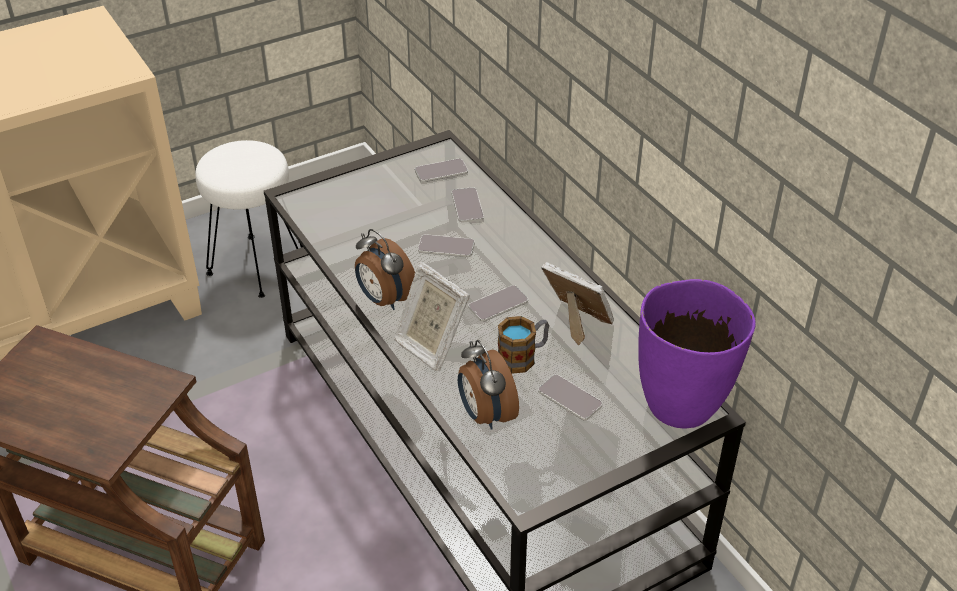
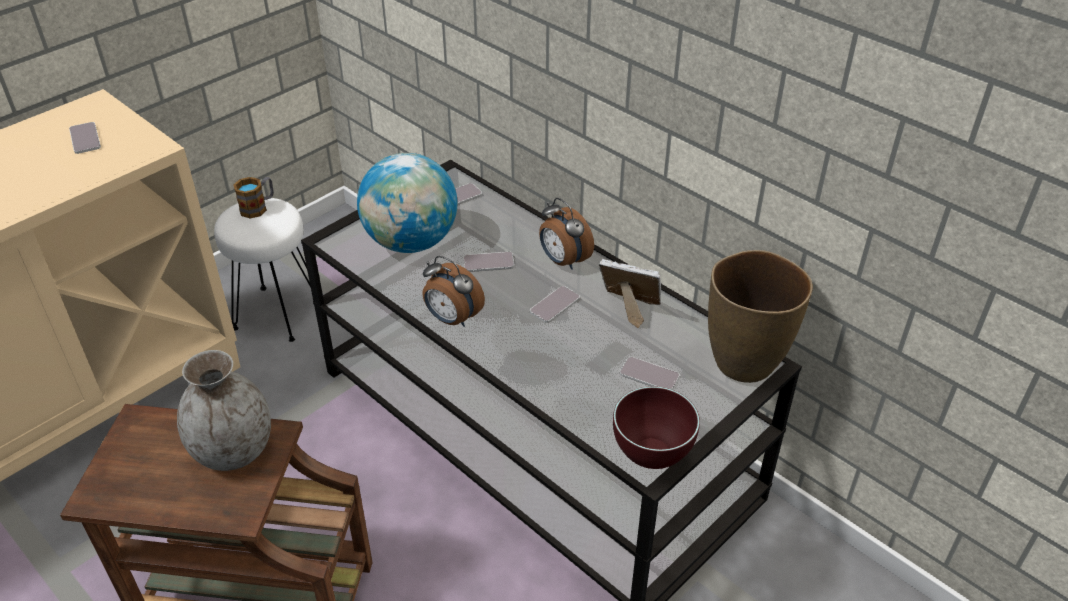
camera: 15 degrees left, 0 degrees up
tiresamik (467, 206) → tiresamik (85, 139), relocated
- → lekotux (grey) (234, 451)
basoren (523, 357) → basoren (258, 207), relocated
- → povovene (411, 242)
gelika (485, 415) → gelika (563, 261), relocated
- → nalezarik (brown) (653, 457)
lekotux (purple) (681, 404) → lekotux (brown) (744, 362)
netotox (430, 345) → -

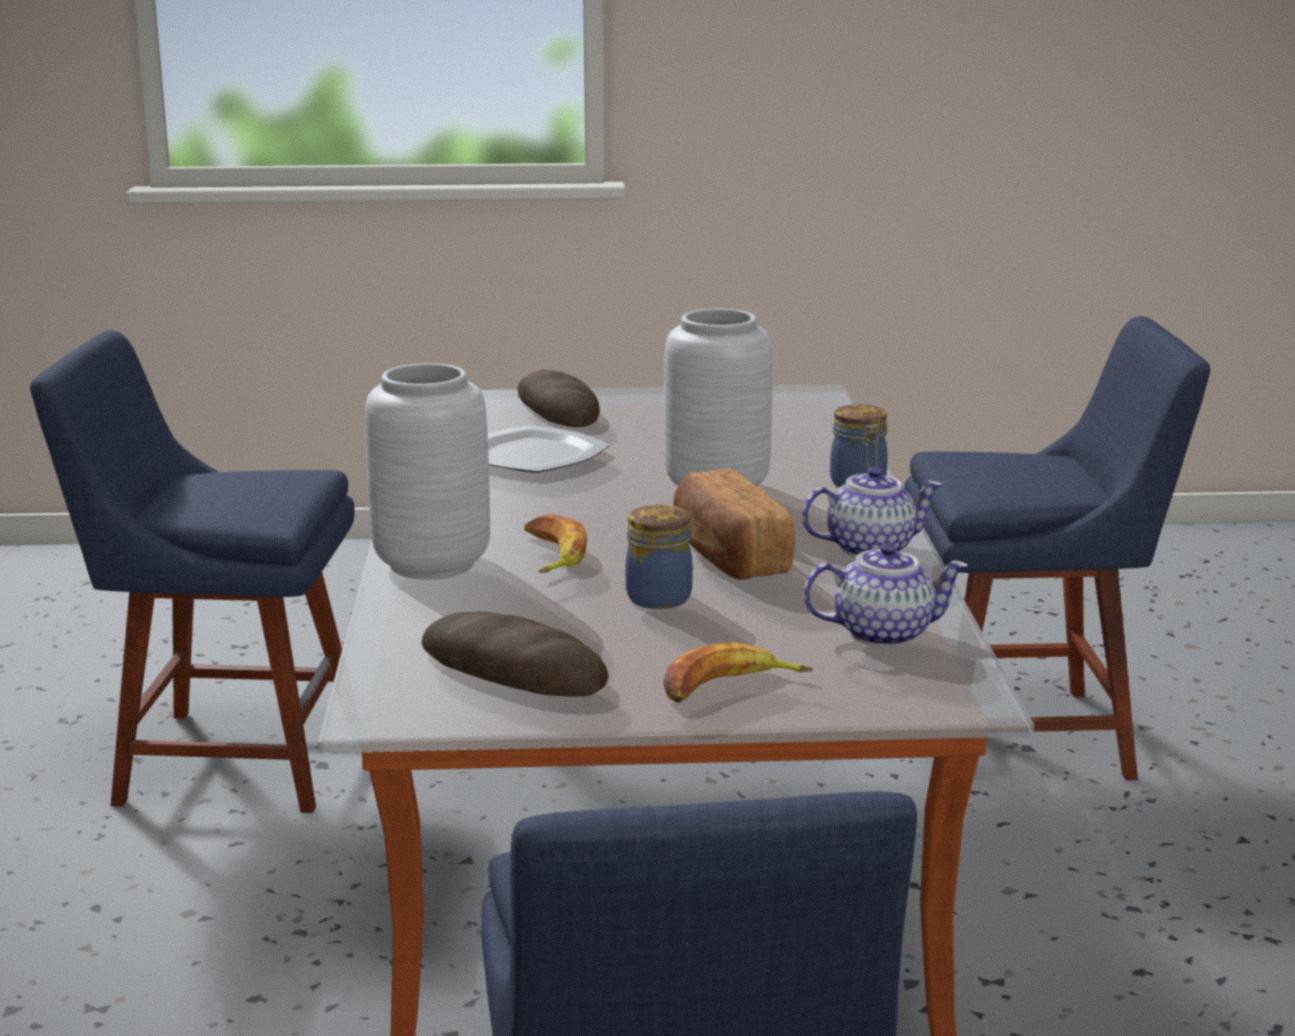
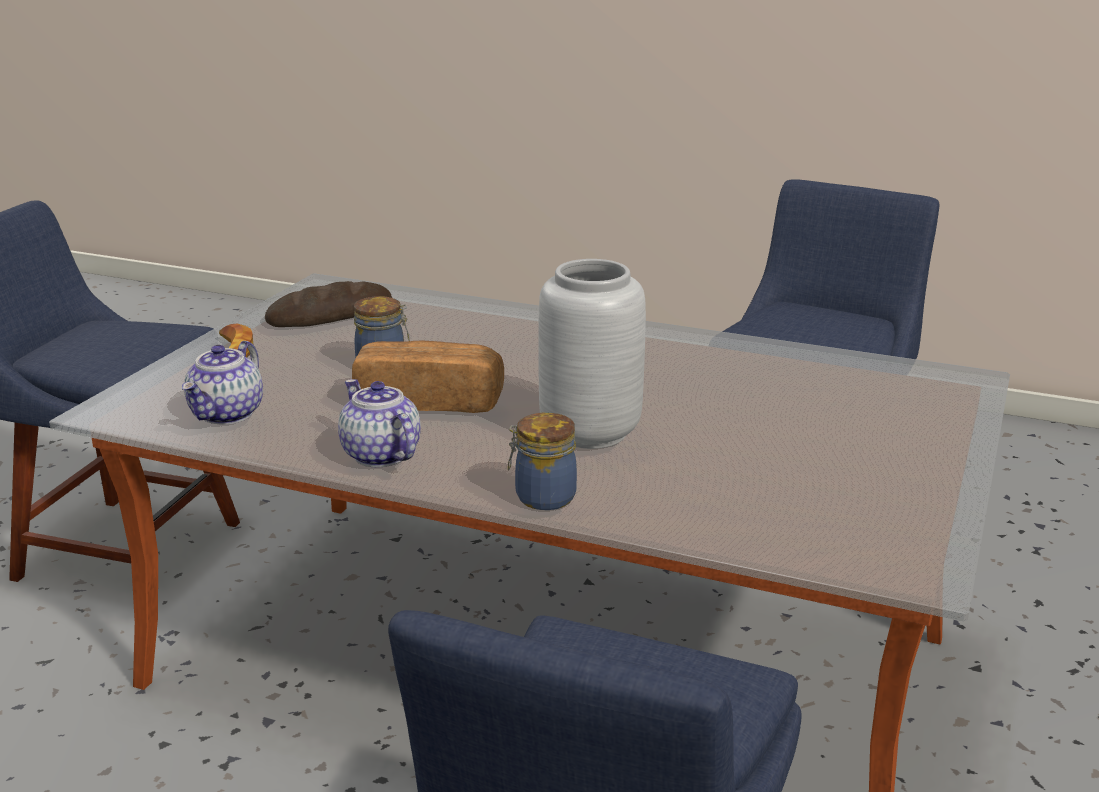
camera: 115 degrees right, 5 degrees up
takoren (870, 548) → takoren (379, 455), 135 degrees clockwise
lekotux (grey) (432, 564) → -
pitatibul (533, 455) → -
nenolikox (558, 409) → -
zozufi (550, 555) → -

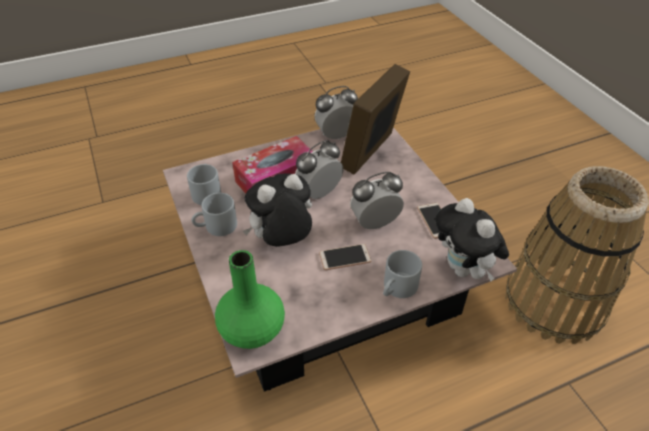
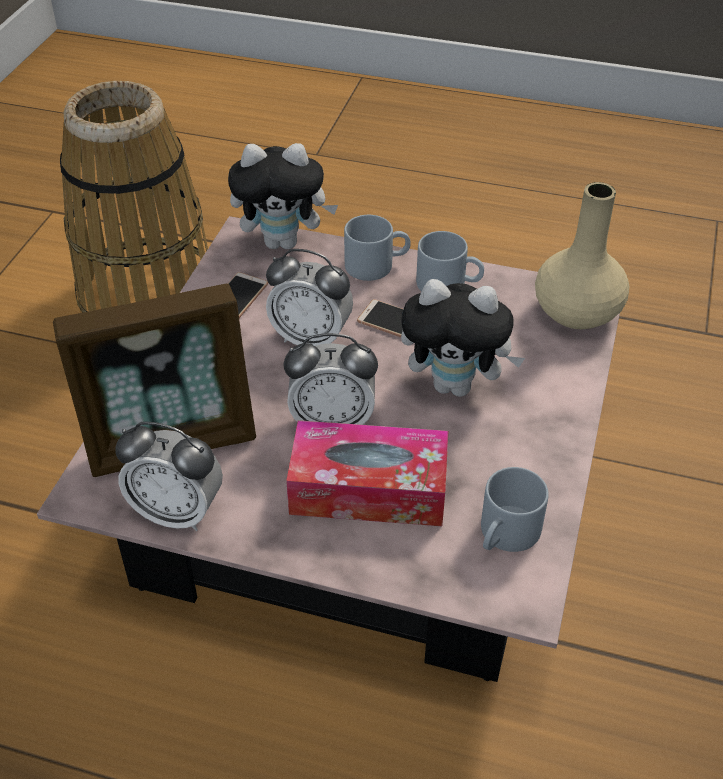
camera: 140 degrees left, 0 degrees up
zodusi (464, 270) → zodusi (284, 242), 75 degrees clockwise
basoren (grey) (216, 227) → basoren (grey) (449, 284), relocated
lekotux (green) (252, 328) → lekotux (beige) (575, 313)

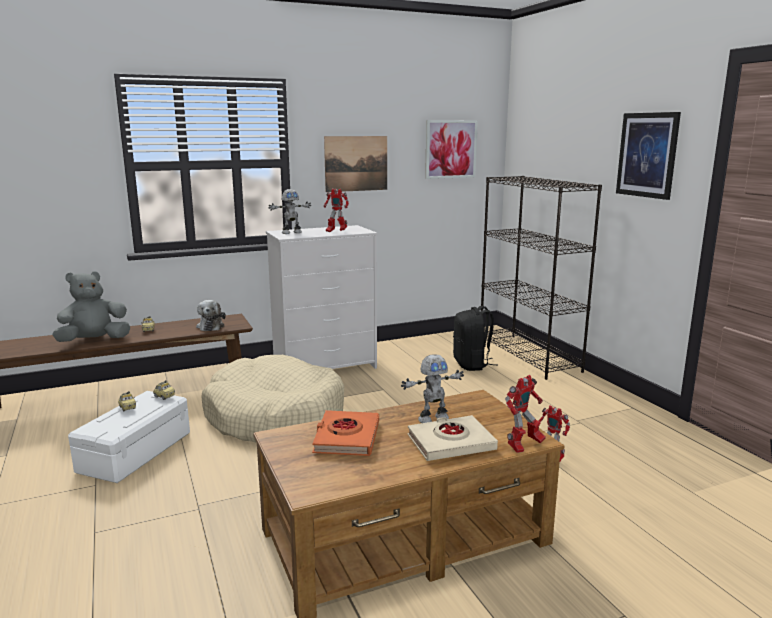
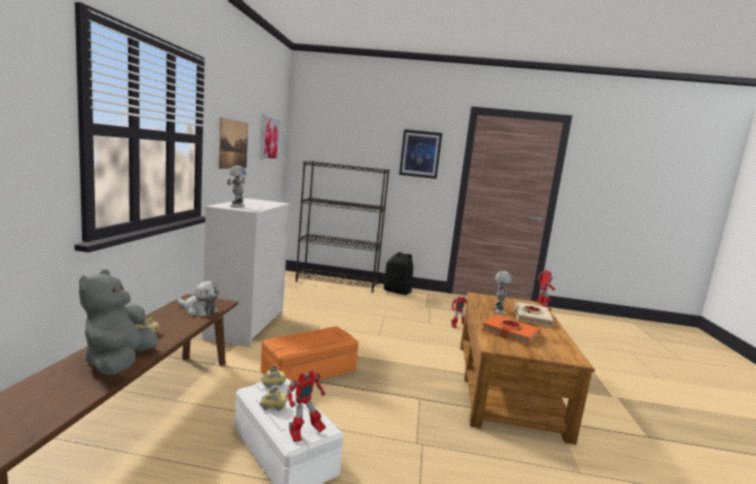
camera: 60 degrees left, 5 degrees down
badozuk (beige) (275, 418) → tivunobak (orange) (309, 371)
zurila (336, 232) → zurila (304, 434), relocated
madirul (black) (472, 364) → madirul (black) (397, 291), relocated

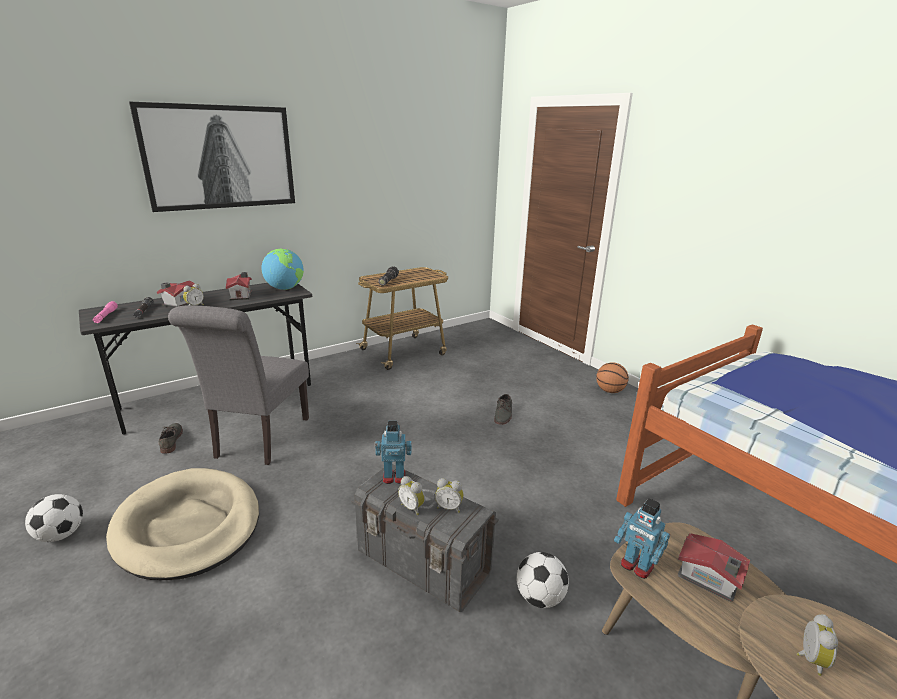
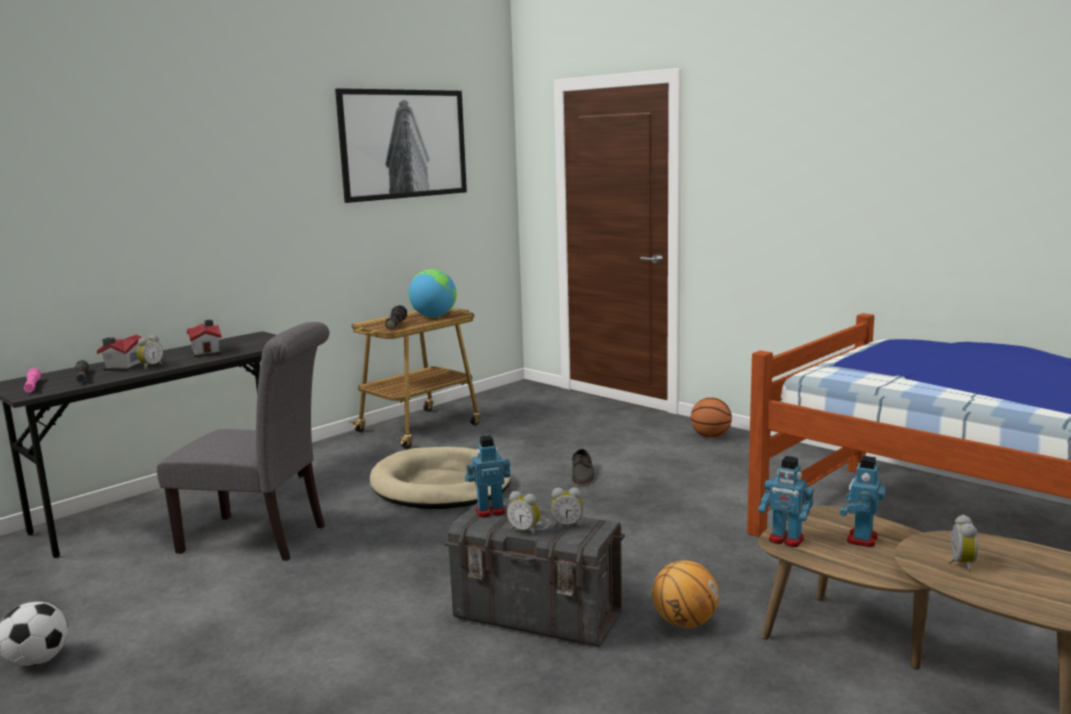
camera: 10 degrees left, 10 degrees down
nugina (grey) (259, 440) → nugina (grey) (262, 539), 75 degrees counterclockwise
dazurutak (220, 157) → dazurutak (404, 144), relocated
badozuk (beige) (188, 526) → badozuk (beige) (441, 485), relocated
povovene (285, 288) → povovene (433, 317), relocated
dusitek (539, 597) → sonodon (684, 623)
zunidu (709, 580) → zurila (861, 539)
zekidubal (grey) (171, 440) → -

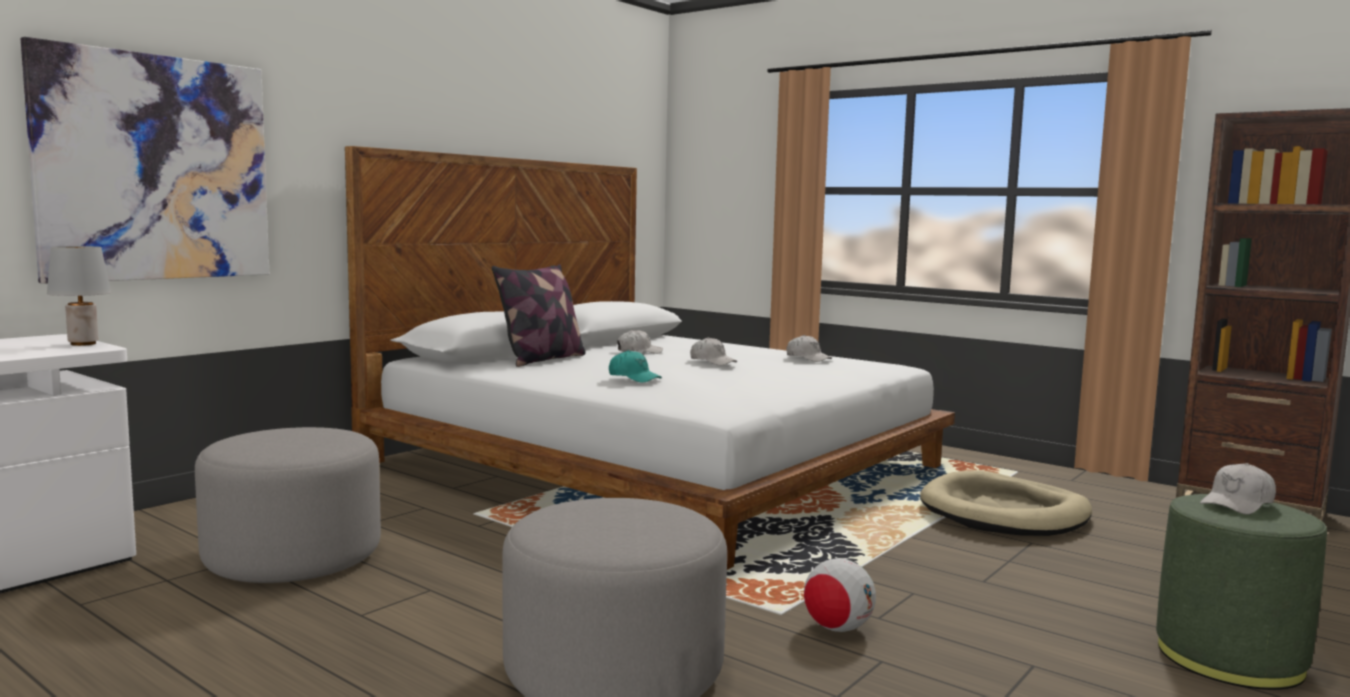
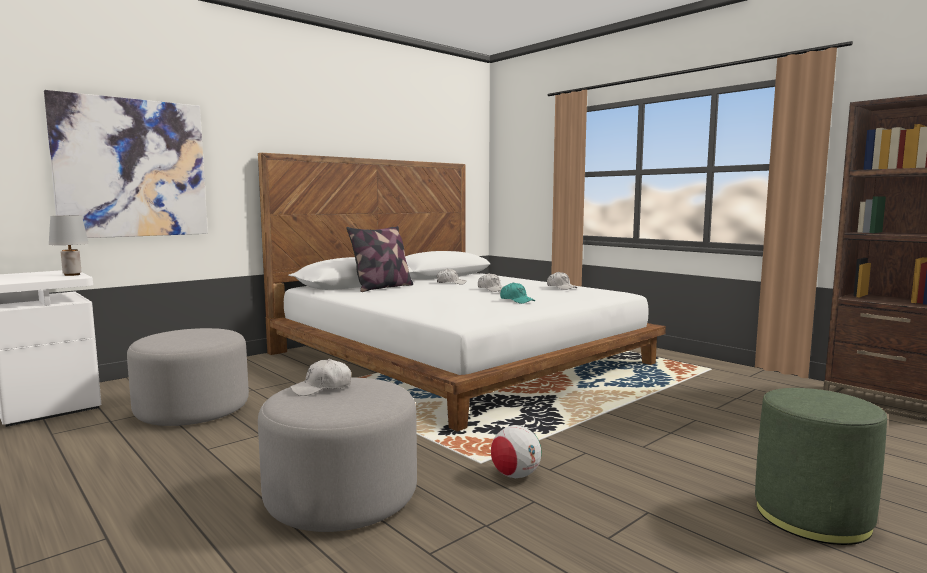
camera: 10 degrees right, 0 degrees up
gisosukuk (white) (1238, 504) → gisosukuk (white) (322, 388), relocated
gisosukuk (turquoise) (634, 378) → gisosukuk (turquoise) (516, 300), relocated
badozuk (beige) (1004, 513) → -

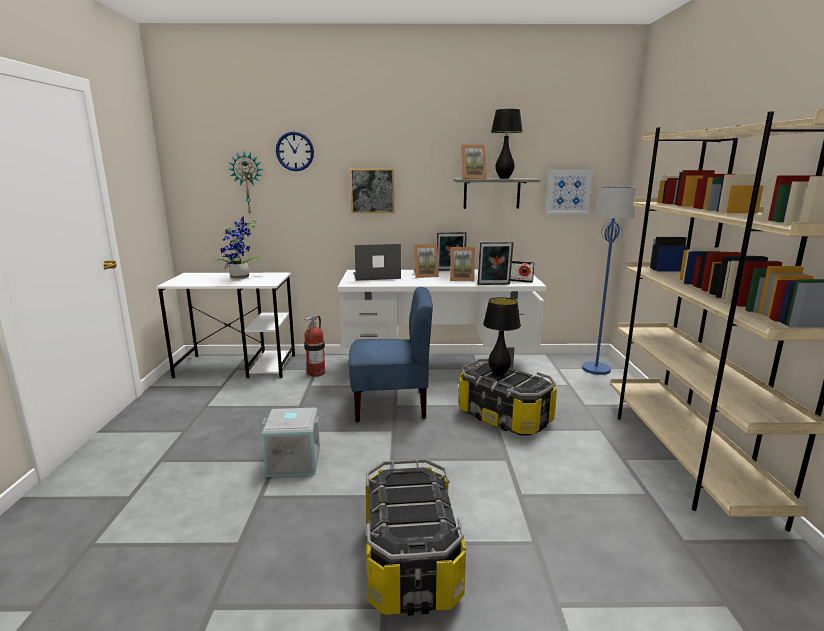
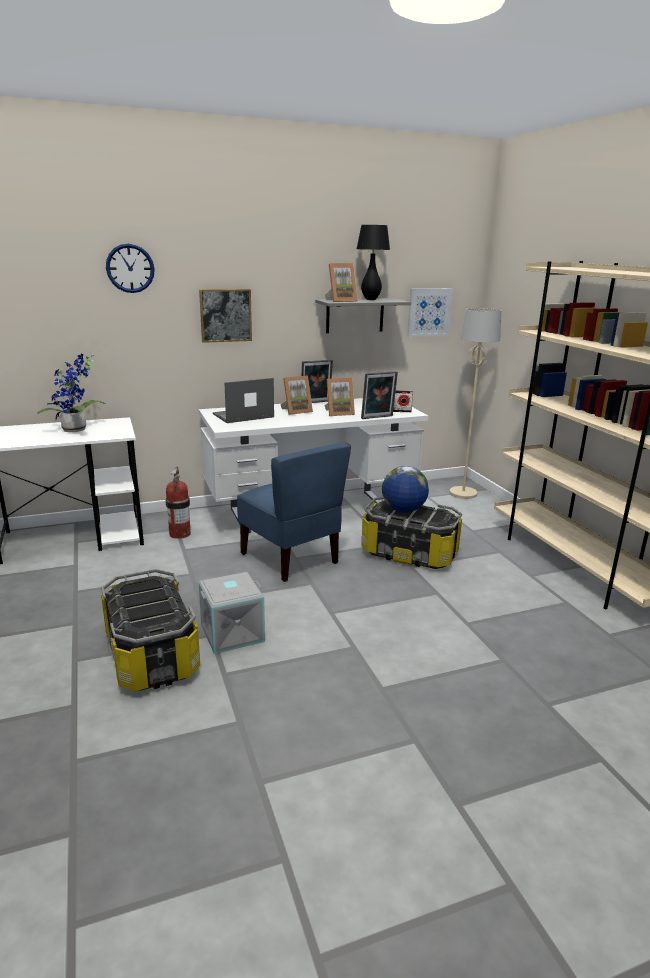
camera: 20 degrees left, 5 degrees up
tivunobak (411, 562) → tivunobak (152, 655), relocated
nugina (blue) (391, 405) → nugina (blue) (291, 558), 75 degrees clockwise
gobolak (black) (499, 373) → povovene (403, 510)
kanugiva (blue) (596, 369) → kanugiva (beige) (463, 493)
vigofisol (247, 183) → -

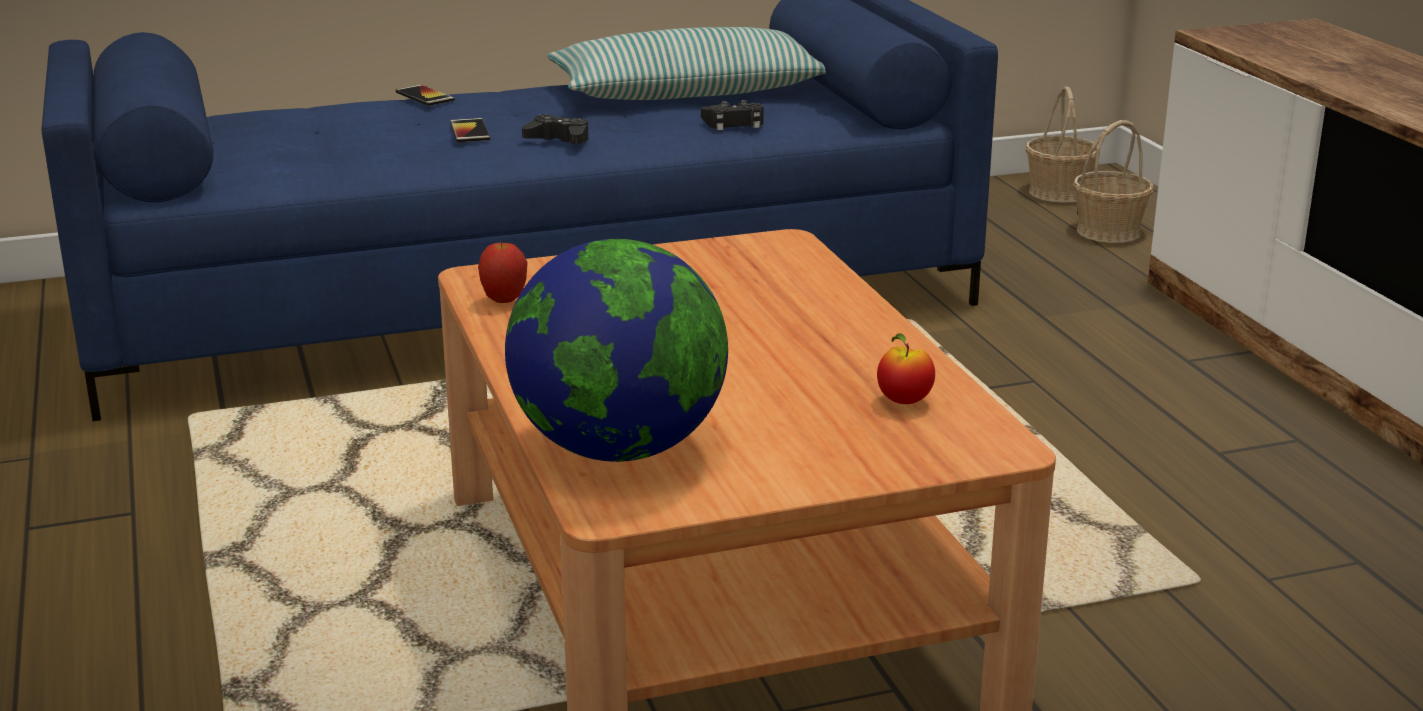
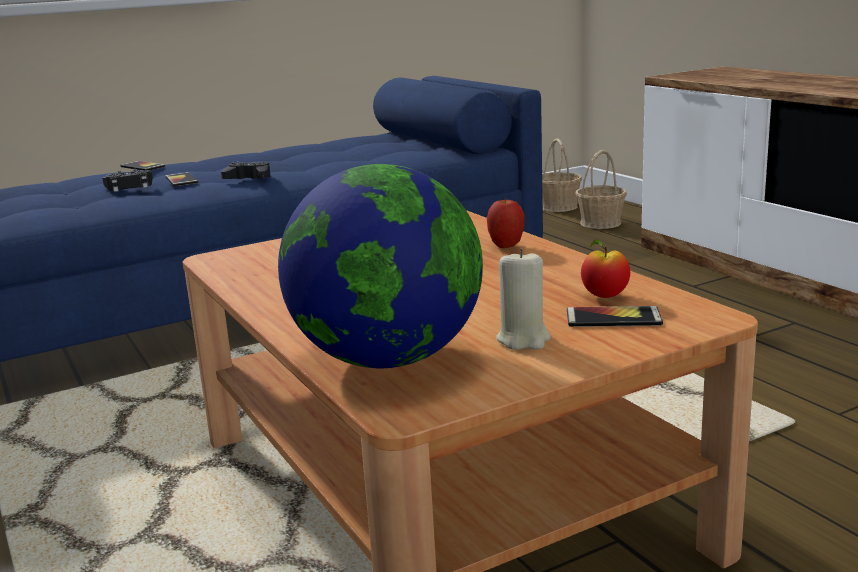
camera: 10 degrees left, 5 degrees down
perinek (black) (734, 123) → perinek (black) (129, 186), relocated
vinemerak (504, 300) → vinemerak (506, 246), relocated
- → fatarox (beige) (523, 339)
- → tiresamik (613, 318)
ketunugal (688, 93) → -

